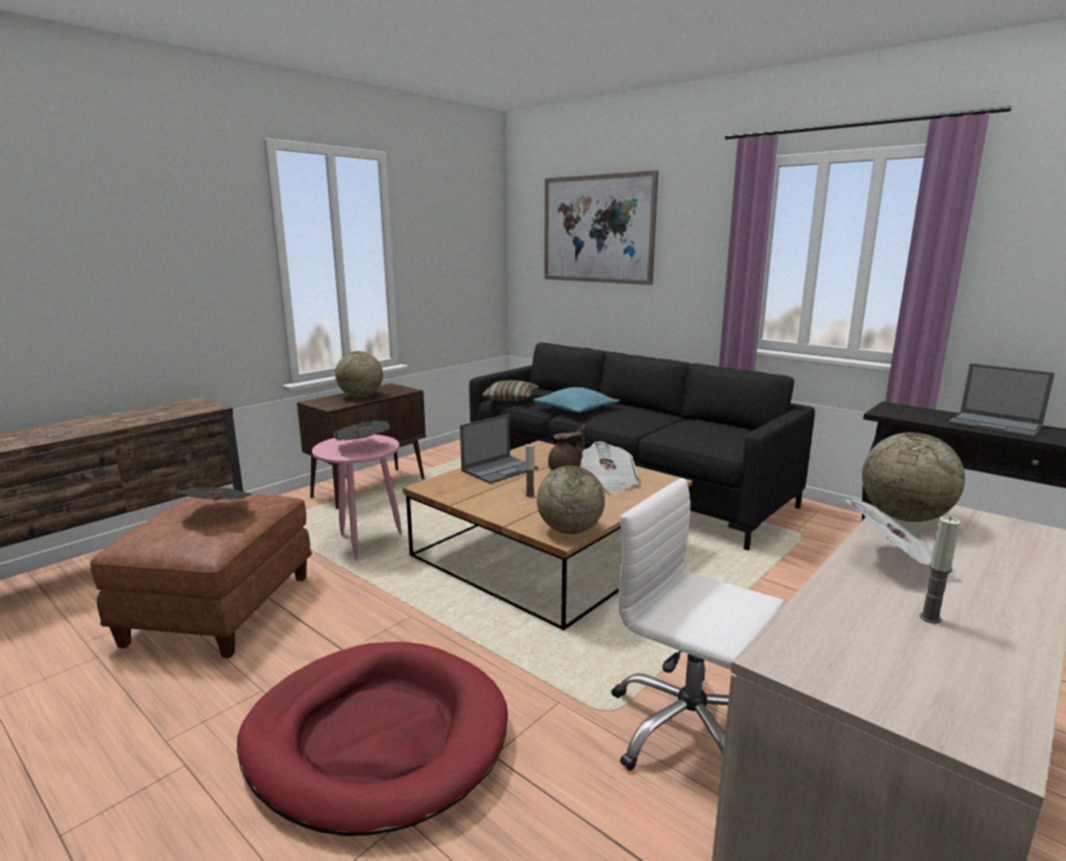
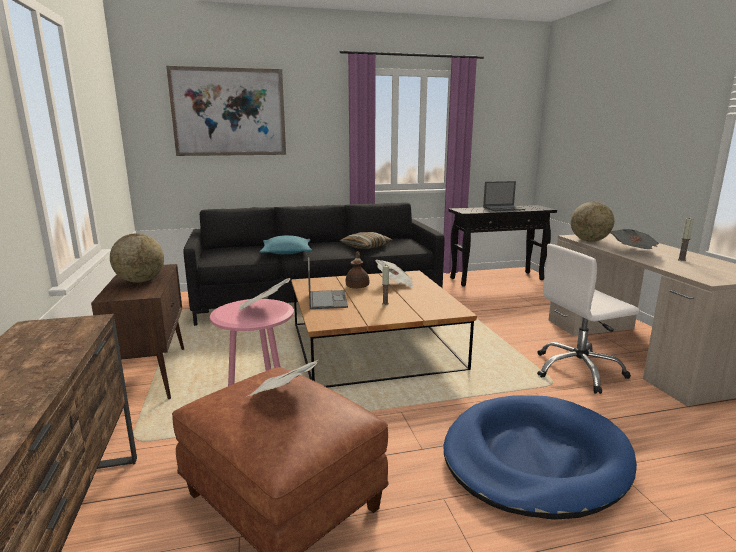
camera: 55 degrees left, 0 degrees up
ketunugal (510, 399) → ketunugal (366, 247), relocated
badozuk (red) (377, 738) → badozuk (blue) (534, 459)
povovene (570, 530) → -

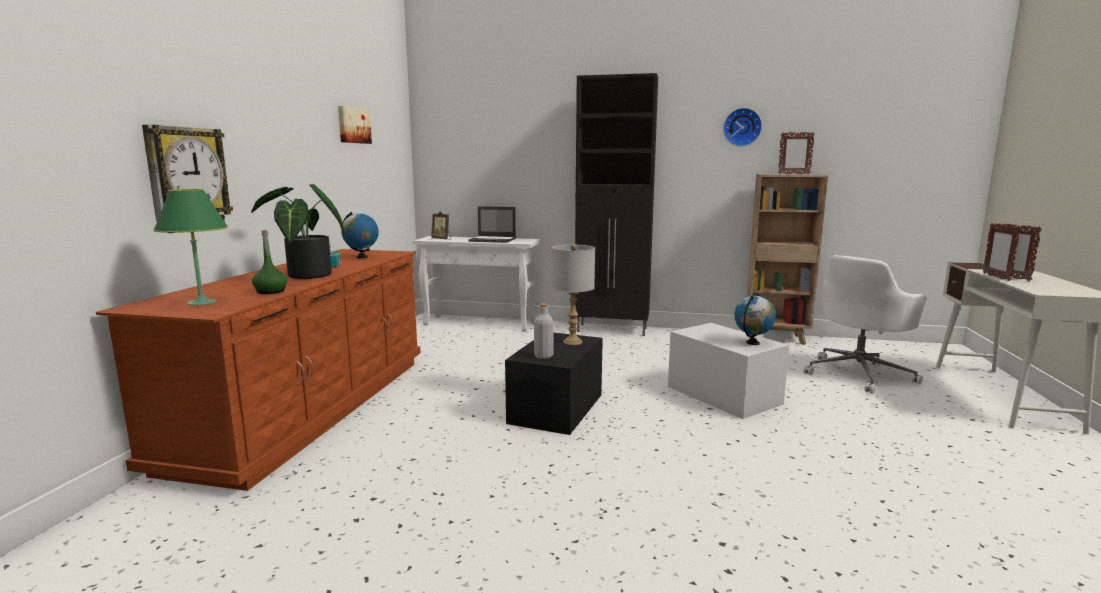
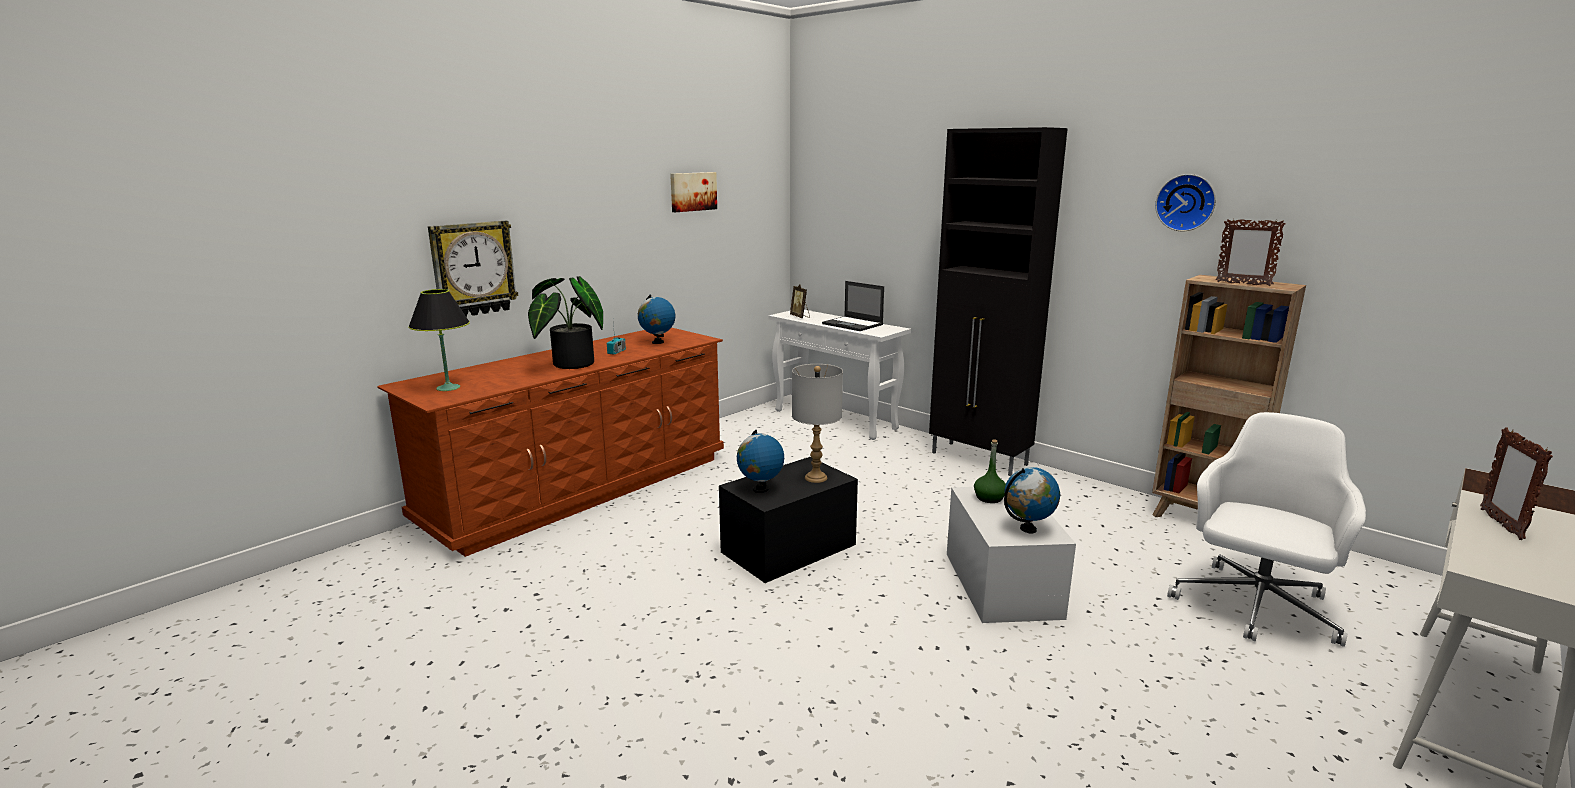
camera: 30 degrees right, 5 degrees up
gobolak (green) (202, 302) → gobolak (black) (448, 388)
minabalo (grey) (543, 356) → povovene (760, 489)
minabalo (green) (271, 291) → minabalo (green) (989, 498), relocated
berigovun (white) (859, 374) → berigovun (white) (1254, 608), 135 degrees clockwise
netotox (996, 277) → -

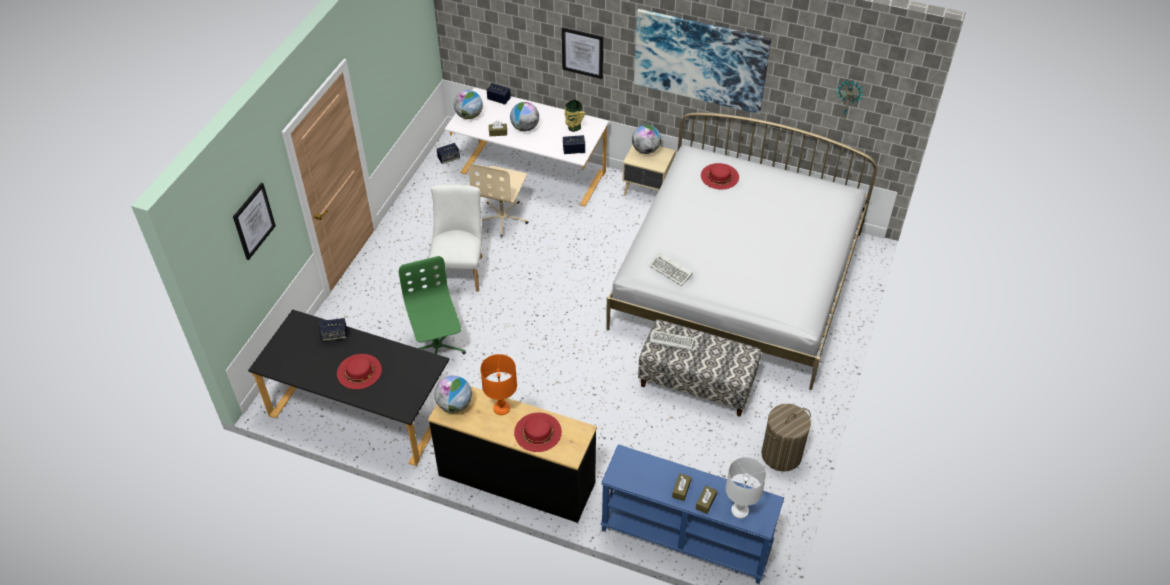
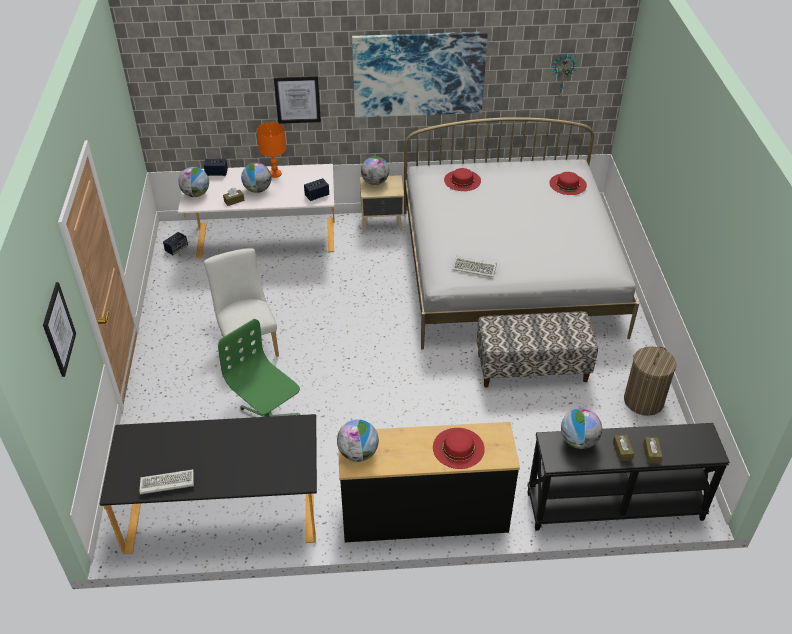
camera: 25 degrees left, 5 degrees down
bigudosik (670, 342) → bigudosik (166, 484), relocated
gobolak (orange) (502, 408) → gobolak (orange) (275, 174), relocated
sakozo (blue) (685, 539) → sakozo (black) (614, 507)
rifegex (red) (359, 371) → rifegex (red) (568, 184), relocated
- → povovene (578, 441)
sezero (334, 335) → -
berigovun (beige) (503, 218) → -
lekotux (573, 127) → -
gobolak (white) (740, 511) → -

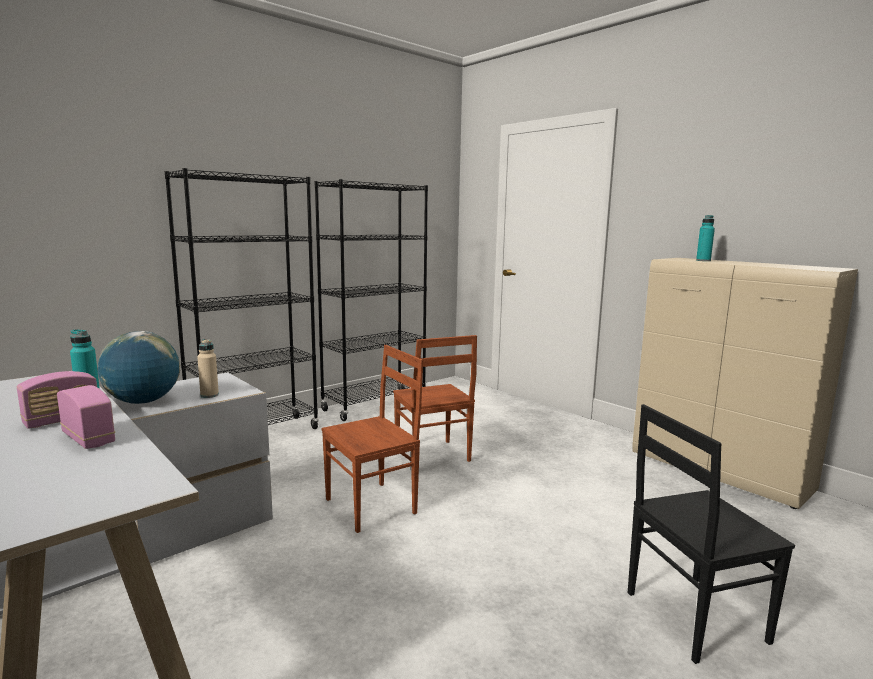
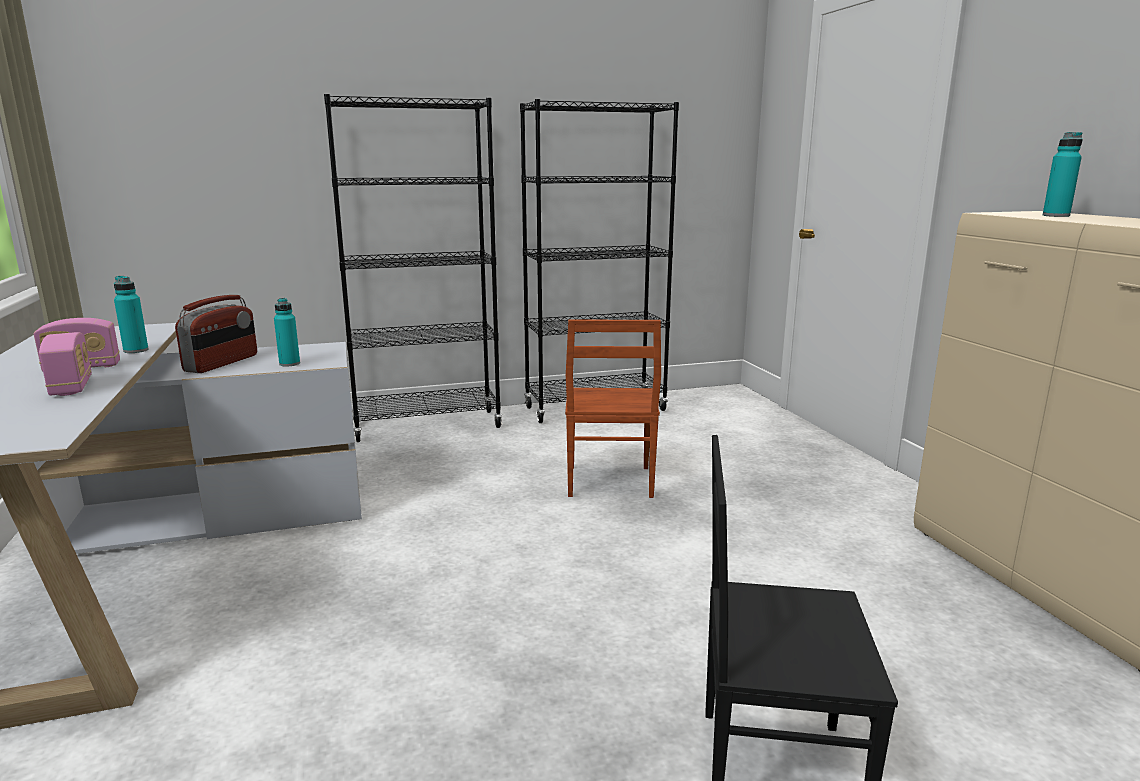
camera: 25 degrees right, 5 degrees up
povovene (143, 402) → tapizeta (222, 363)
minabalo (beige) (209, 395) → minabalo (turquoise) (289, 364)
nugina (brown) (372, 506) → -

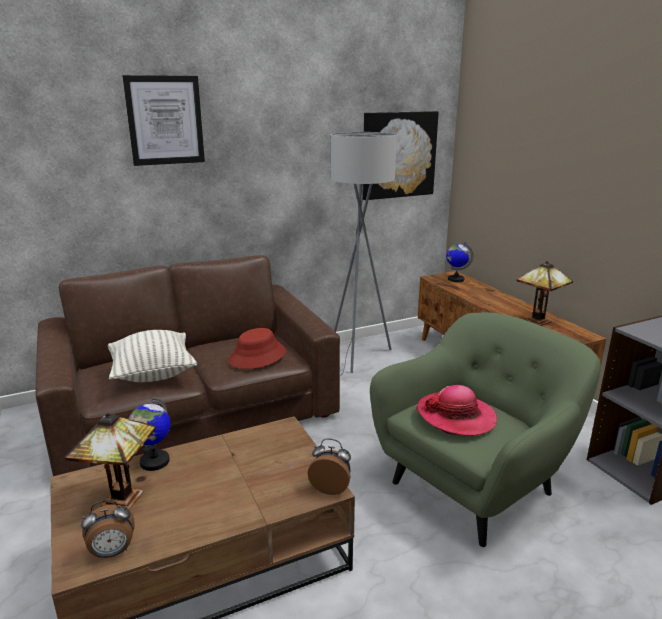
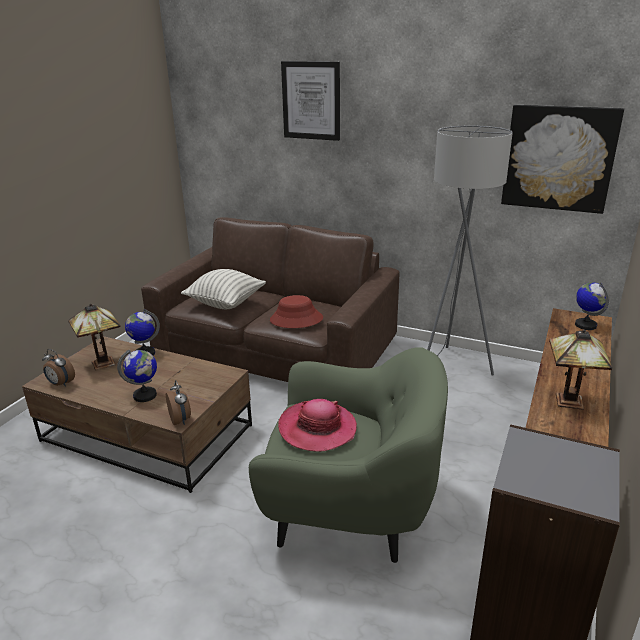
camera: 50 degrees right, 5 degrees up
- → povovene (145, 395)

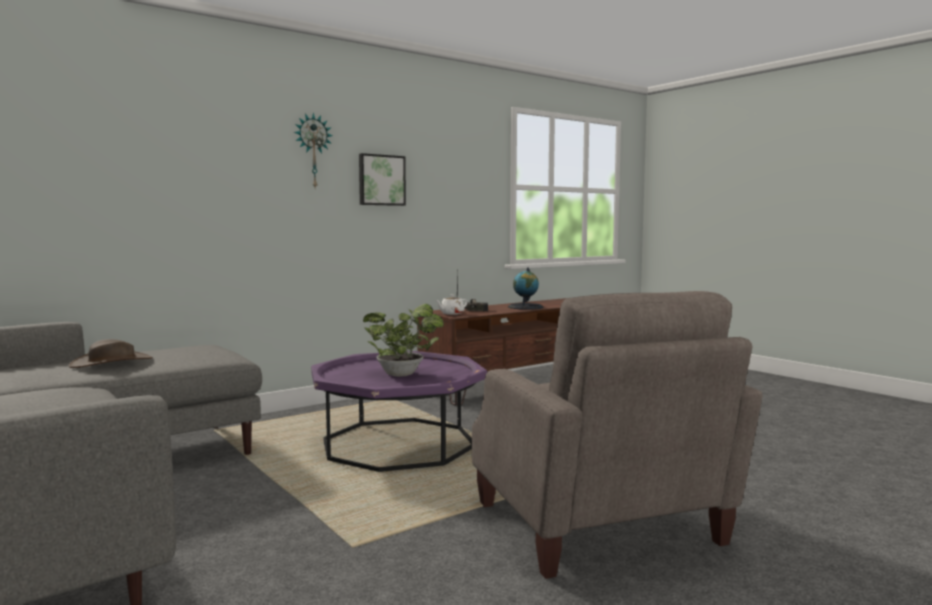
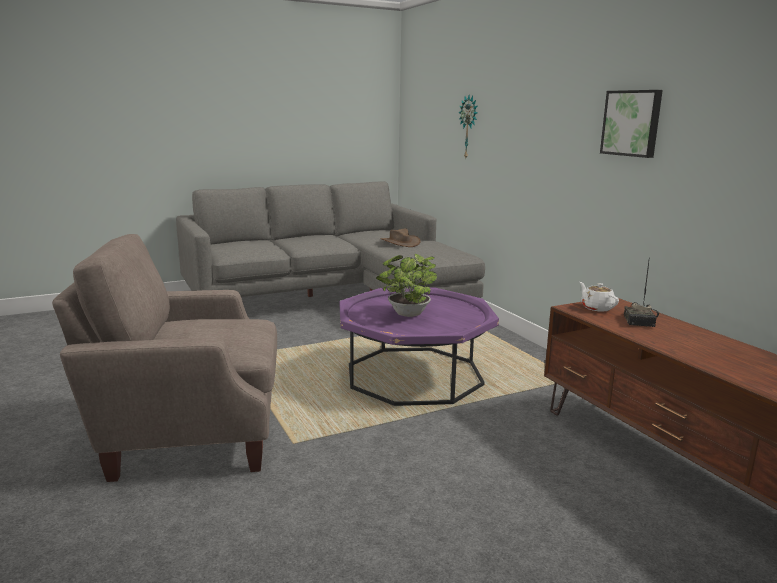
camera: 100 degrees right, 10 degrees up
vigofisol (312, 151) → vigofisol (469, 127), relocated
povovene (525, 307) → -

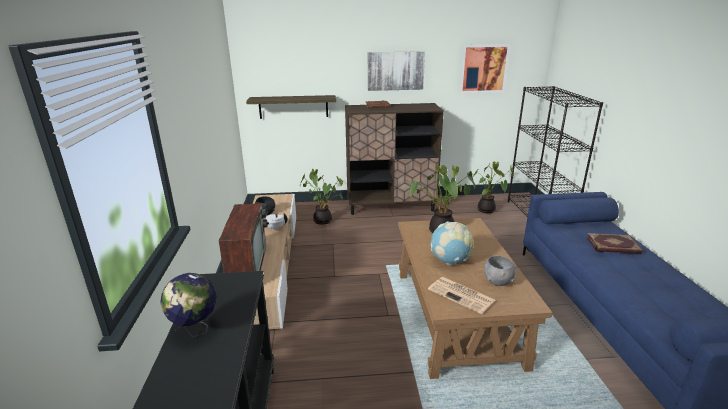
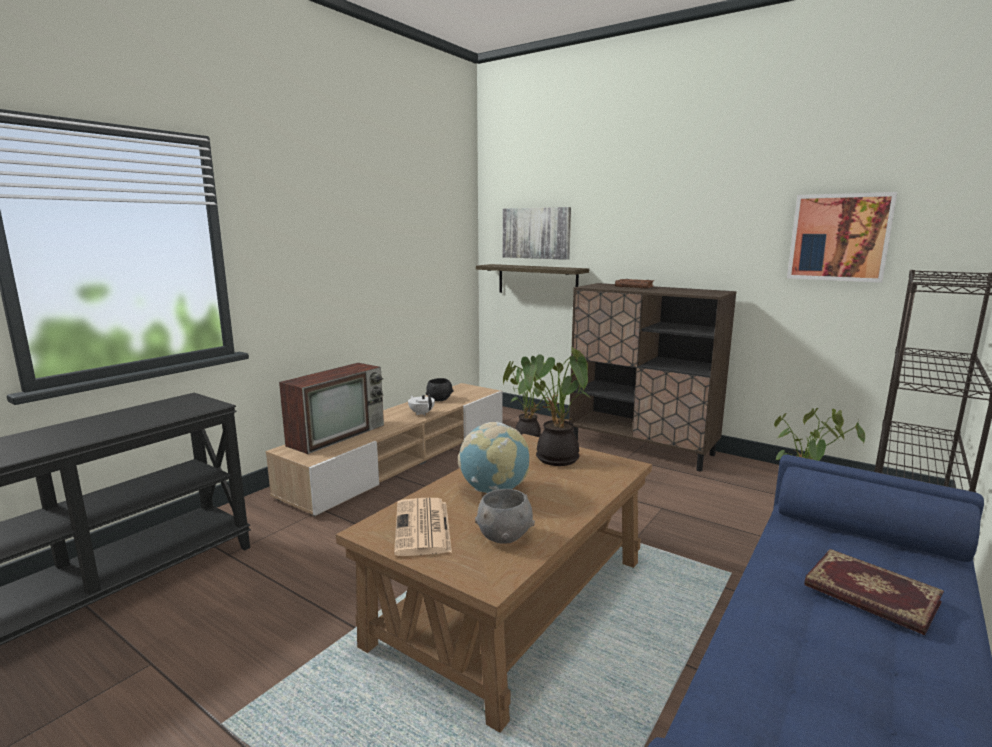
camera: 40 degrees right, 10 degrees down
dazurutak (395, 71) → dazurutak (536, 233), relocated
povovene (195, 330) → -

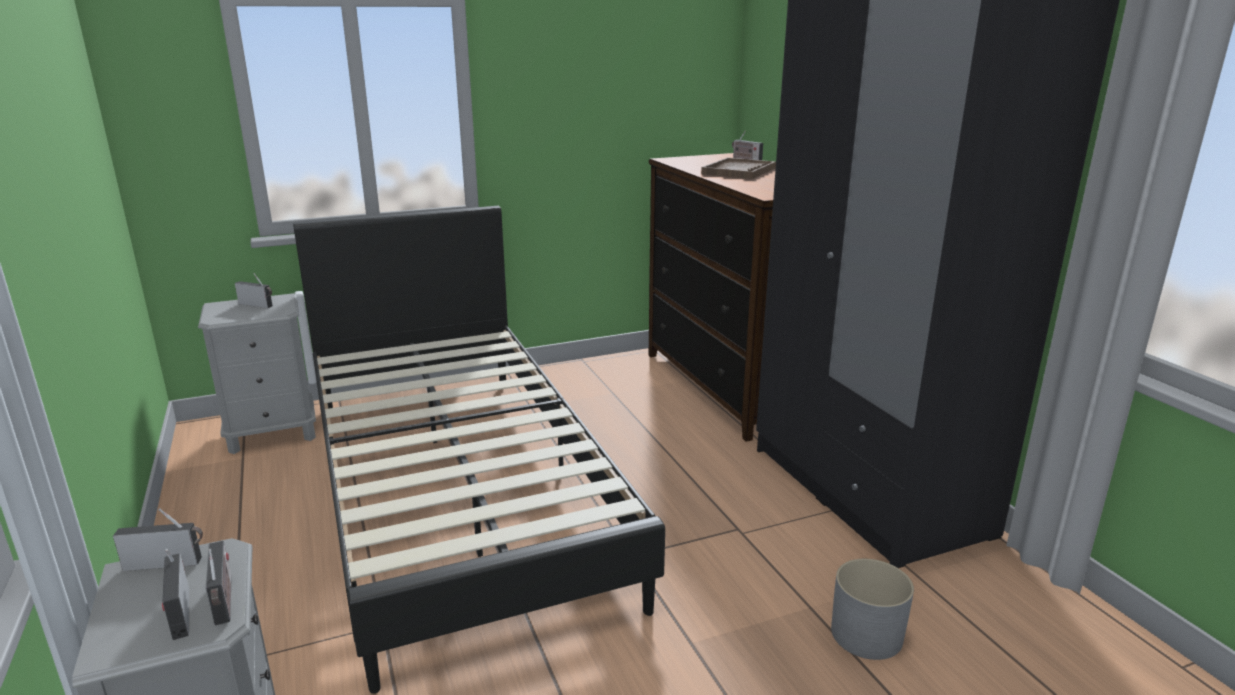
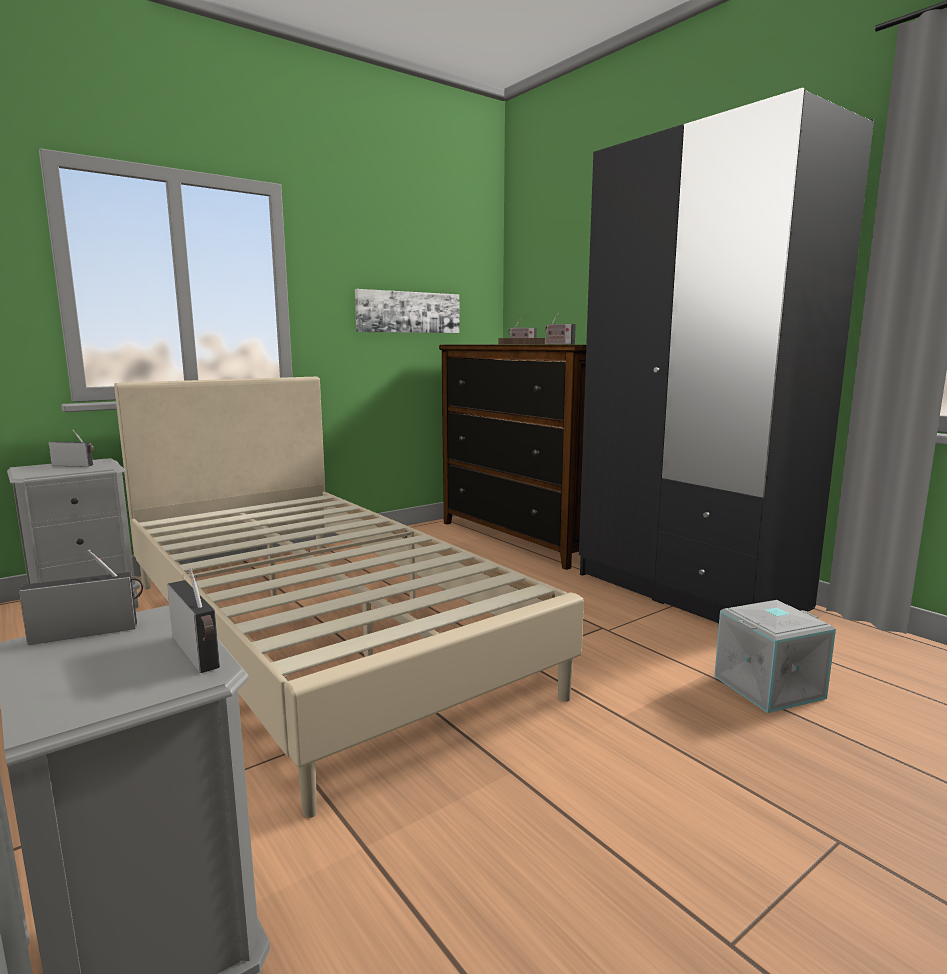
camera: 15 degrees left, 10 degrees down
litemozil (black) (457, 492) → litemozil (beige) (316, 632)
- → dazurutak (408, 312)
tapizeta (180, 611) → tapizeta (558, 344), relocated
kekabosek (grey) (867, 634) → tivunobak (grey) (767, 686)

